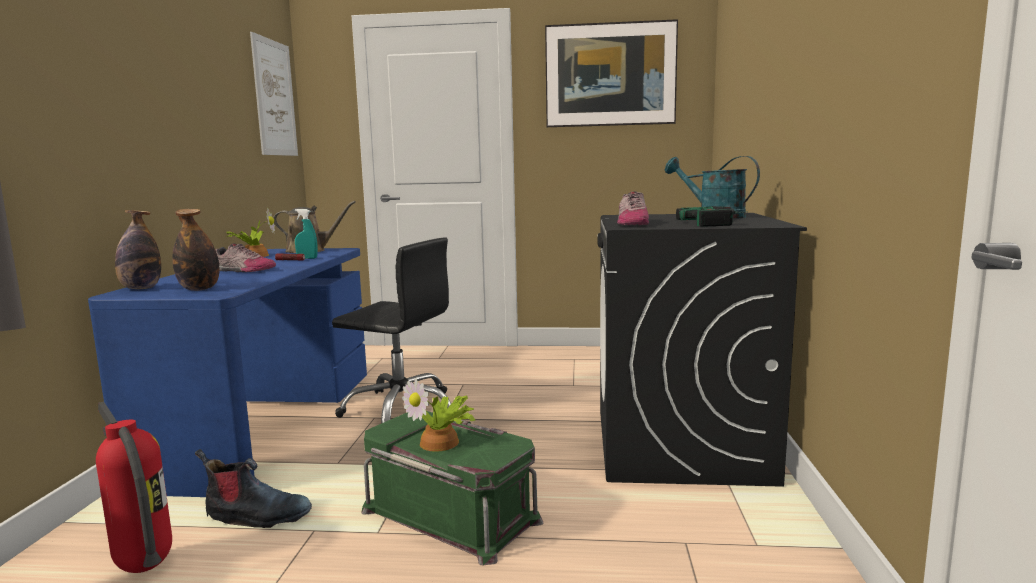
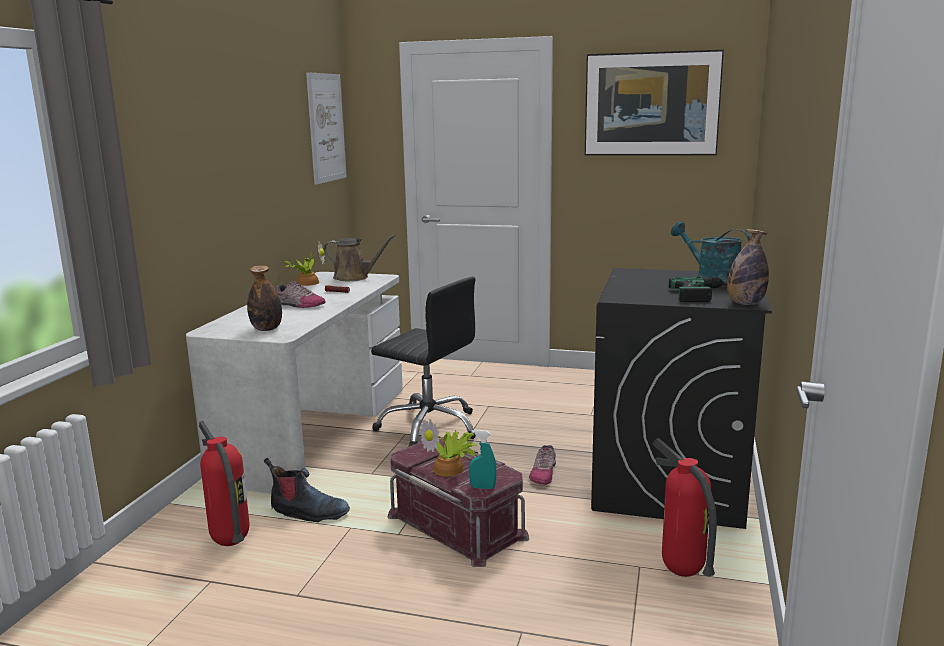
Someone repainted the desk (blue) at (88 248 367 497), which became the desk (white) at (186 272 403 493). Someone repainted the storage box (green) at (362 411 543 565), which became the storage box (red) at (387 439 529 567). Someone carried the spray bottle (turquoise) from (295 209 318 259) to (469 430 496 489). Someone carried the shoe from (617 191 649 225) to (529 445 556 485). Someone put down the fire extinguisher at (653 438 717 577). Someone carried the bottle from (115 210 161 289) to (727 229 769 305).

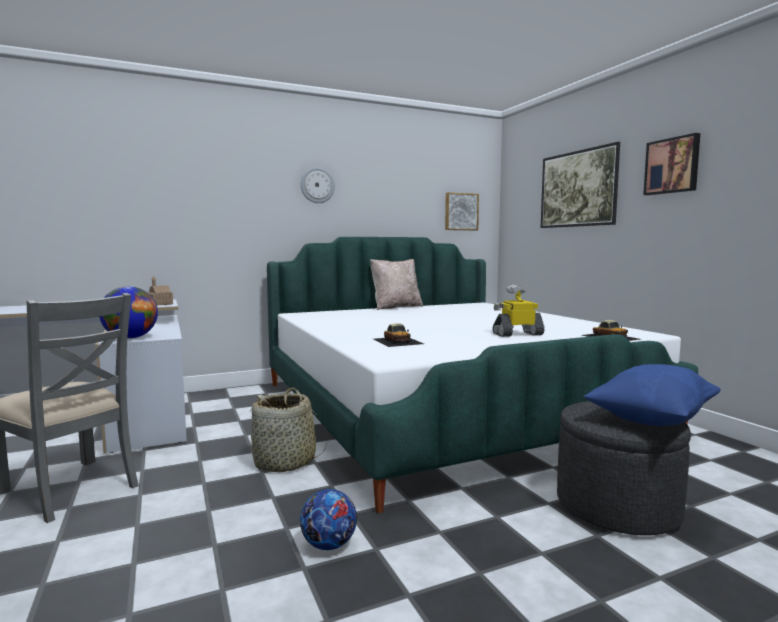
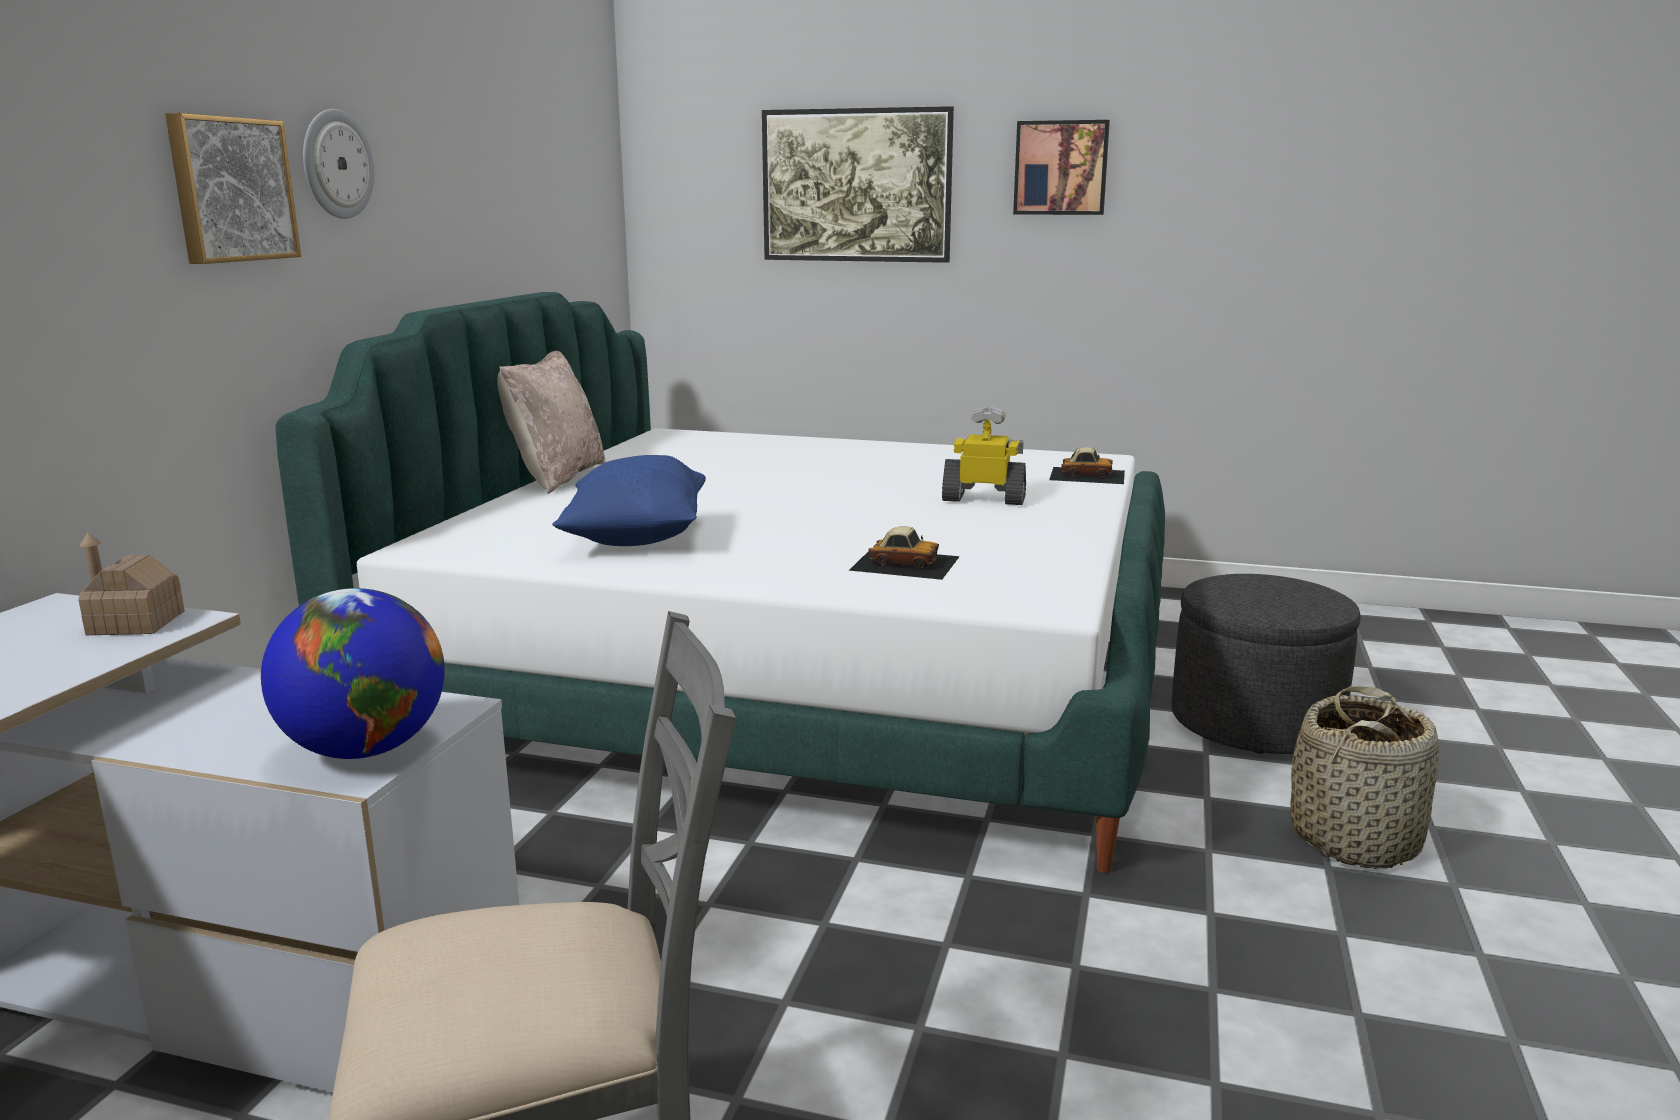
Someone carried the picture from (445 192 479 230) to (165 113 301 264). Someone carried the pillow (blue) from (584 364 721 426) to (552 455 706 546). Someone rotated the toy robot at (492 285 545 337) by 75 degrees clockwise. Someone carried the basket from (248 387 327 472) to (1290 686 1439 869). Someone took away the football at (300 489 357 550).

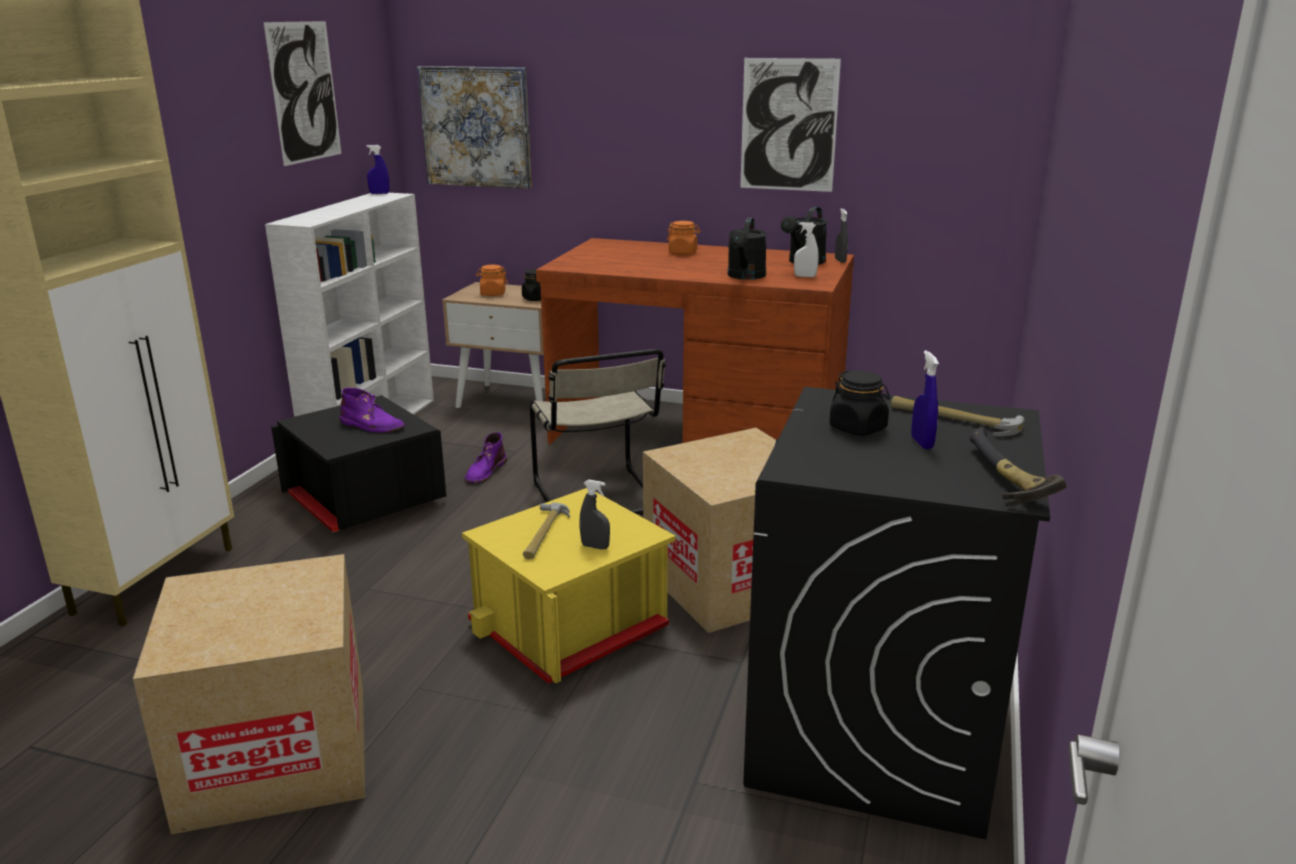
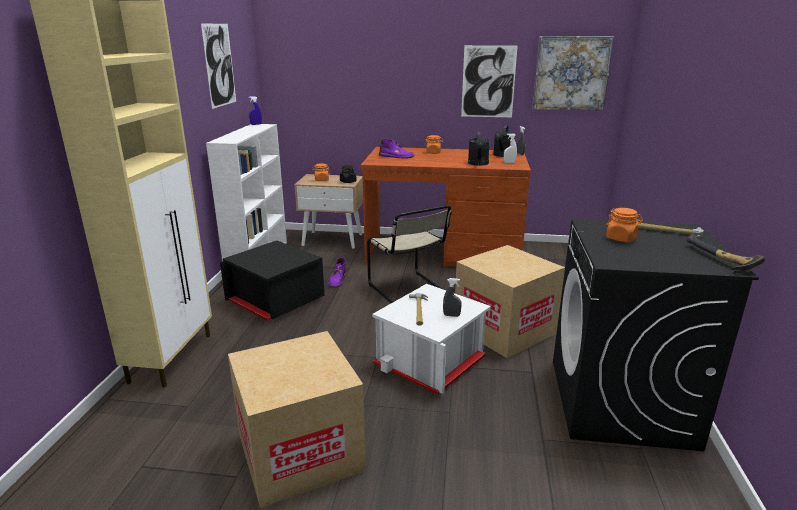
Someone repainted the storage box (yellow) at (462 488 676 684), which became the storage box (white) at (372 284 491 395). Someone carried the boot (purple) from (339 388 405 433) to (379 139 415 158). Someone carried the picture from (417 66 532 189) to (533 36 614 111). Someone repainted the jar (black) at (829 371 890 436), which became the jar (orange) at (606 208 643 243). Someone took away the spray bottle (blue) at (912 351 939 449).

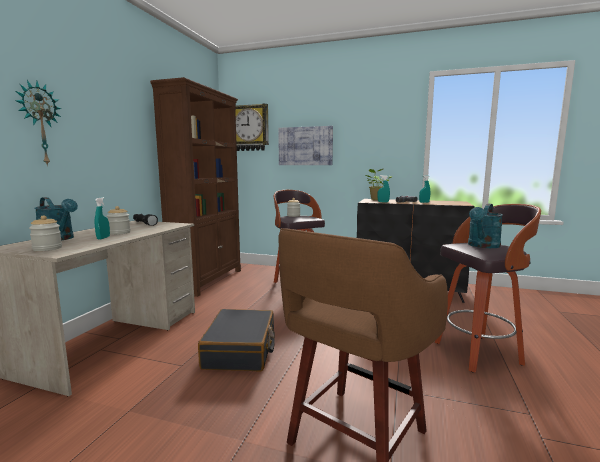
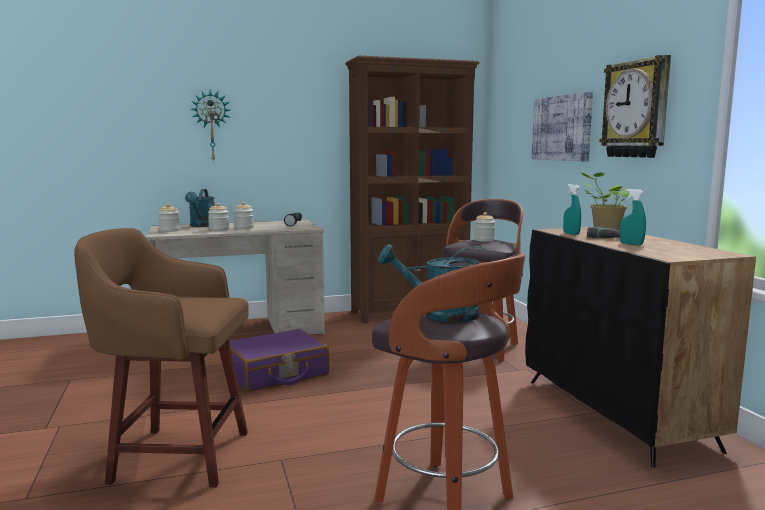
Someone swapped the spray bottle (turquoise) at (95 197 110 239) for the jar at (208 203 229 231). Someone repainted the suitcase (black) at (198 309 275 371), which became the suitcase (purple) at (229 329 329 392). Someone carried the wall clock from (235 103 269 151) to (599 55 671 158).

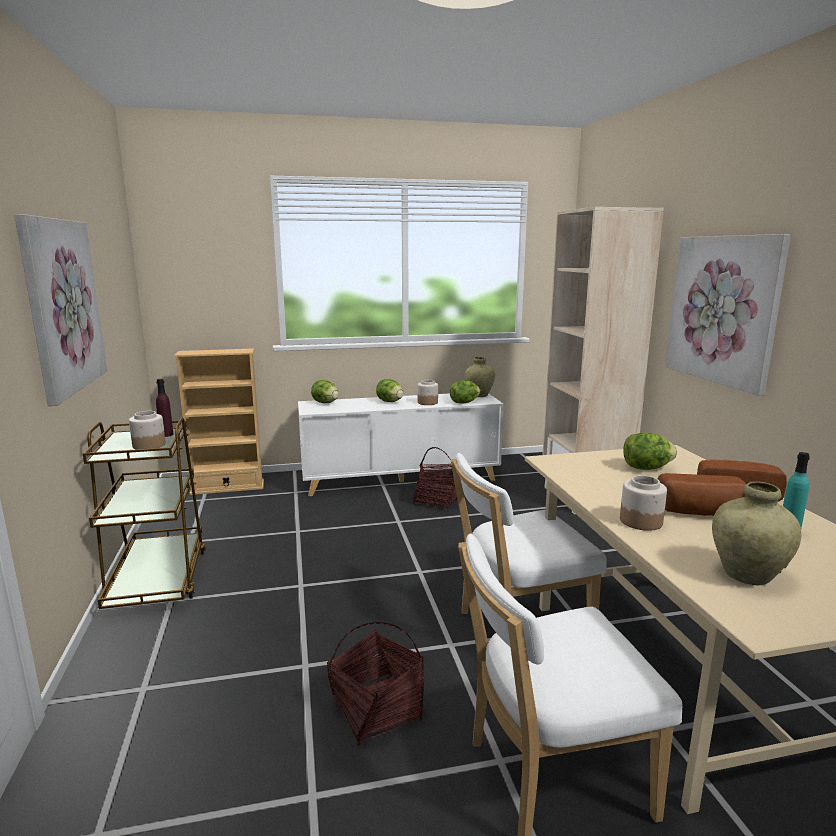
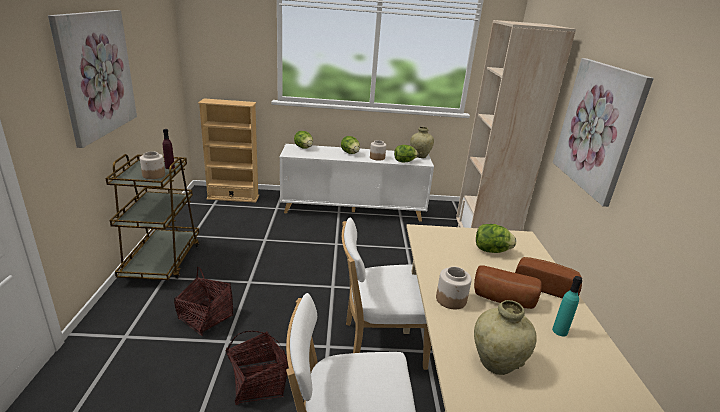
Someone carried the basket from (413 447 457 510) to (174 267 233 336).

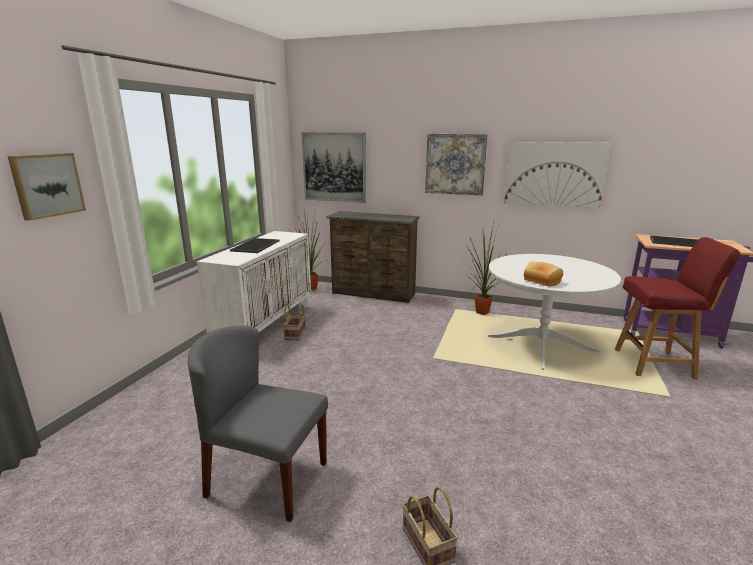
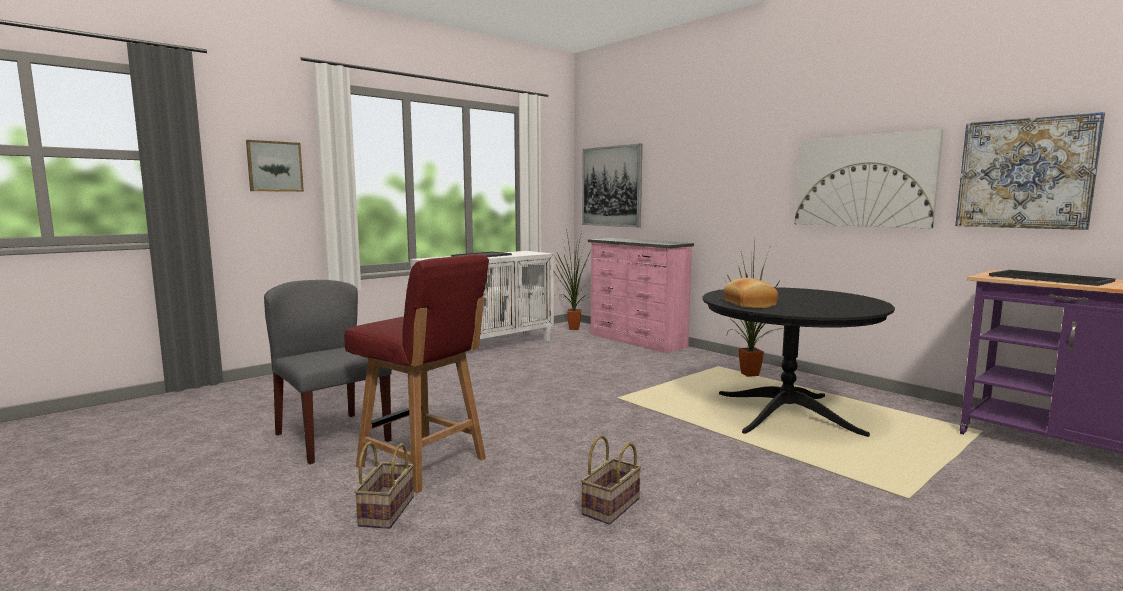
Someone carried the chair (red) from (615 237 740 380) to (344 254 489 493). Someone carried the basket from (283 304 306 340) to (581 435 641 525). Someone repainted the dresser (brown) at (327 211 419 303), which became the dresser (pink) at (588 238 694 353). Someone repainted the dining table (white) at (488 254 621 370), which became the dining table (black) at (702 287 895 437). Someone carried the picture from (425 134 488 195) to (955 111 1105 230).

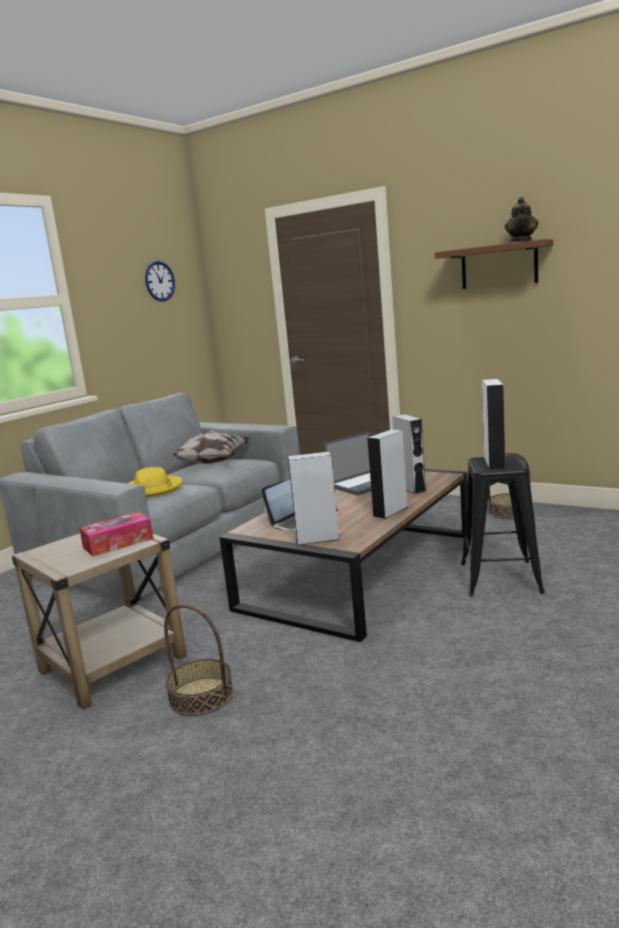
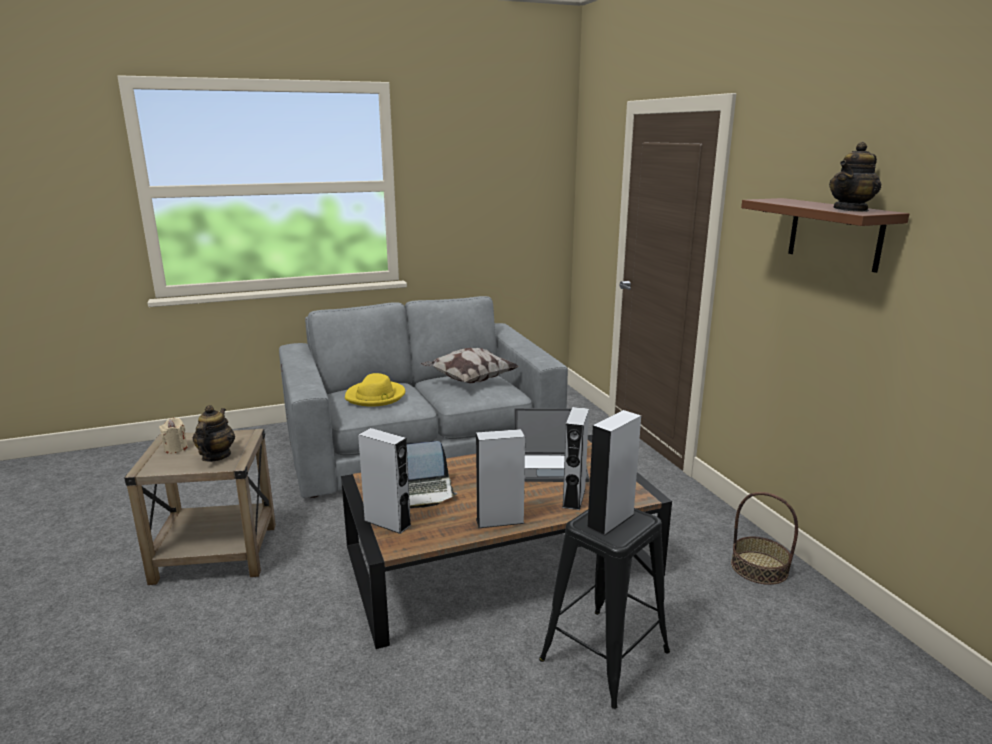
Someone put down the candle (beige) at (159 418 188 453). Someone swapped the tissue box at (79 512 153 557) for the teapot at (193 405 235 462). Someone took away the wall clock at (145 261 175 302). Someone took away the basket at (164 604 233 716).

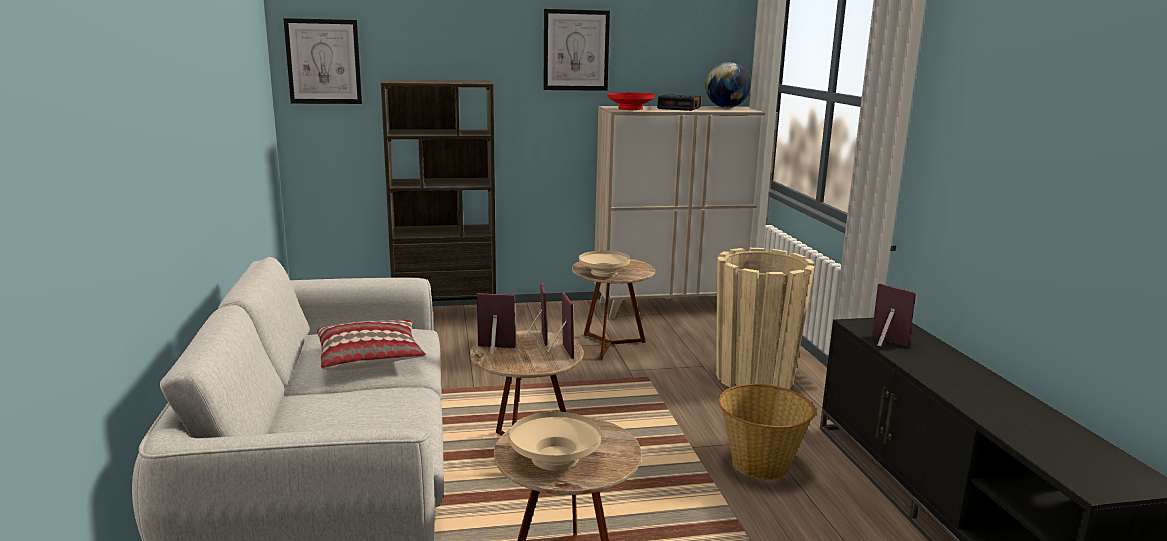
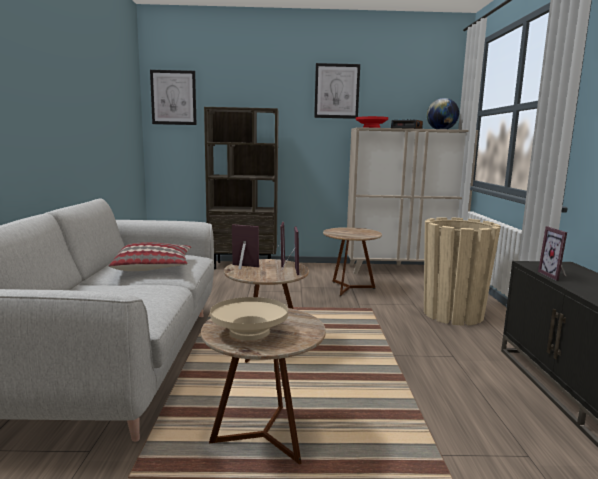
Someone rotated the picture frame at (872 283 916 347) by 150 degrees counterclockwise. Someone took away the bowl (beige) at (579 250 630 277). Someone took away the basket at (718 384 815 480).

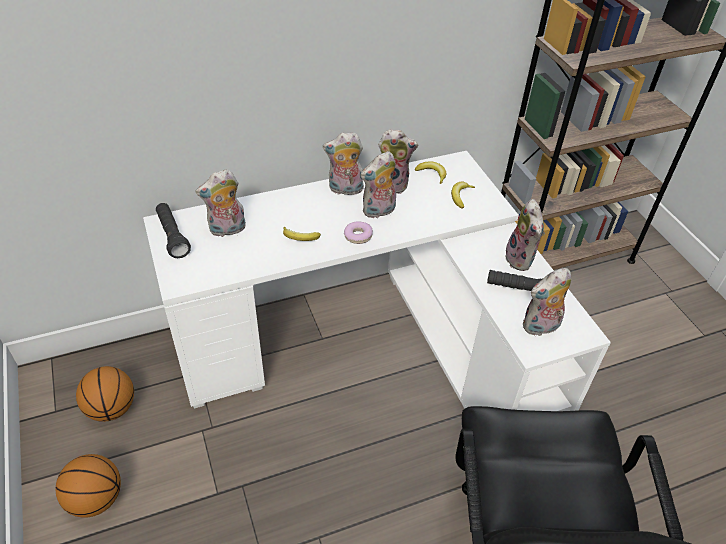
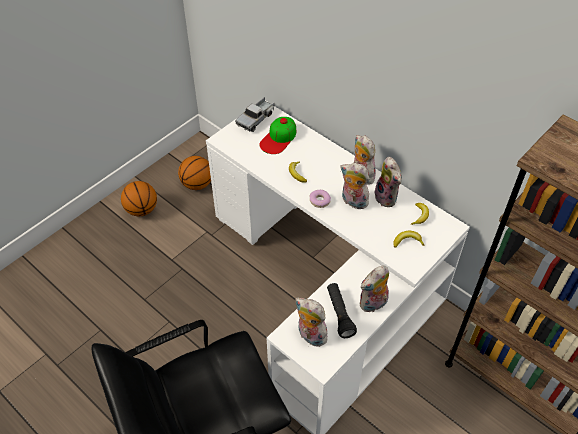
Someone swapped the flashlight (black) at (156 203 191 258) for the toy truck at (235 97 275 132). Someone swapped the plush toy at (196 169 246 237) for the cap at (259 117 296 154).

